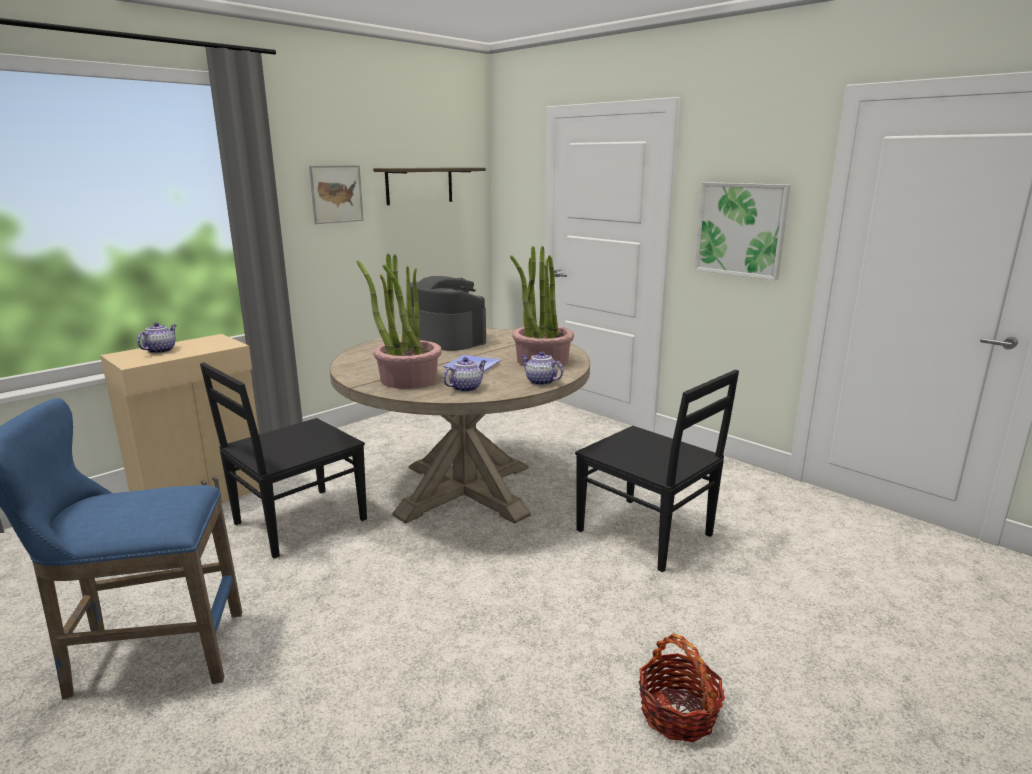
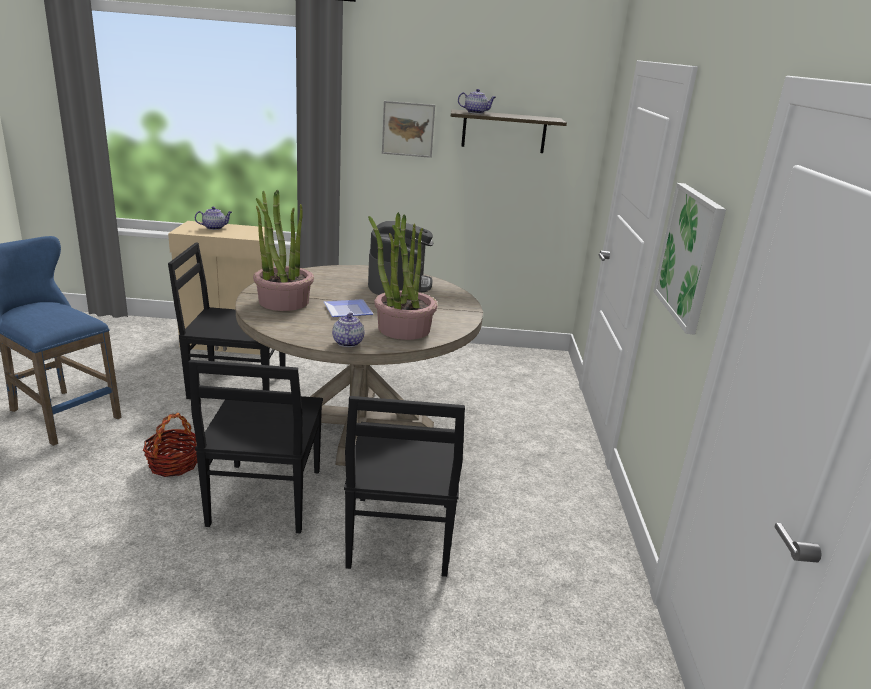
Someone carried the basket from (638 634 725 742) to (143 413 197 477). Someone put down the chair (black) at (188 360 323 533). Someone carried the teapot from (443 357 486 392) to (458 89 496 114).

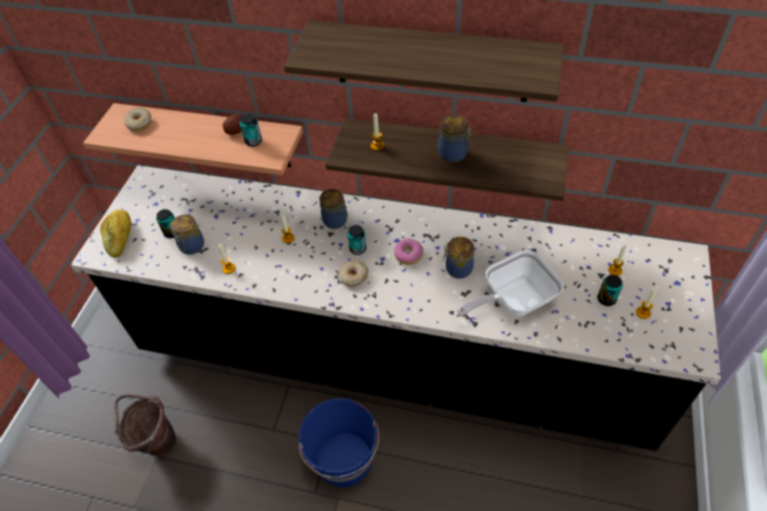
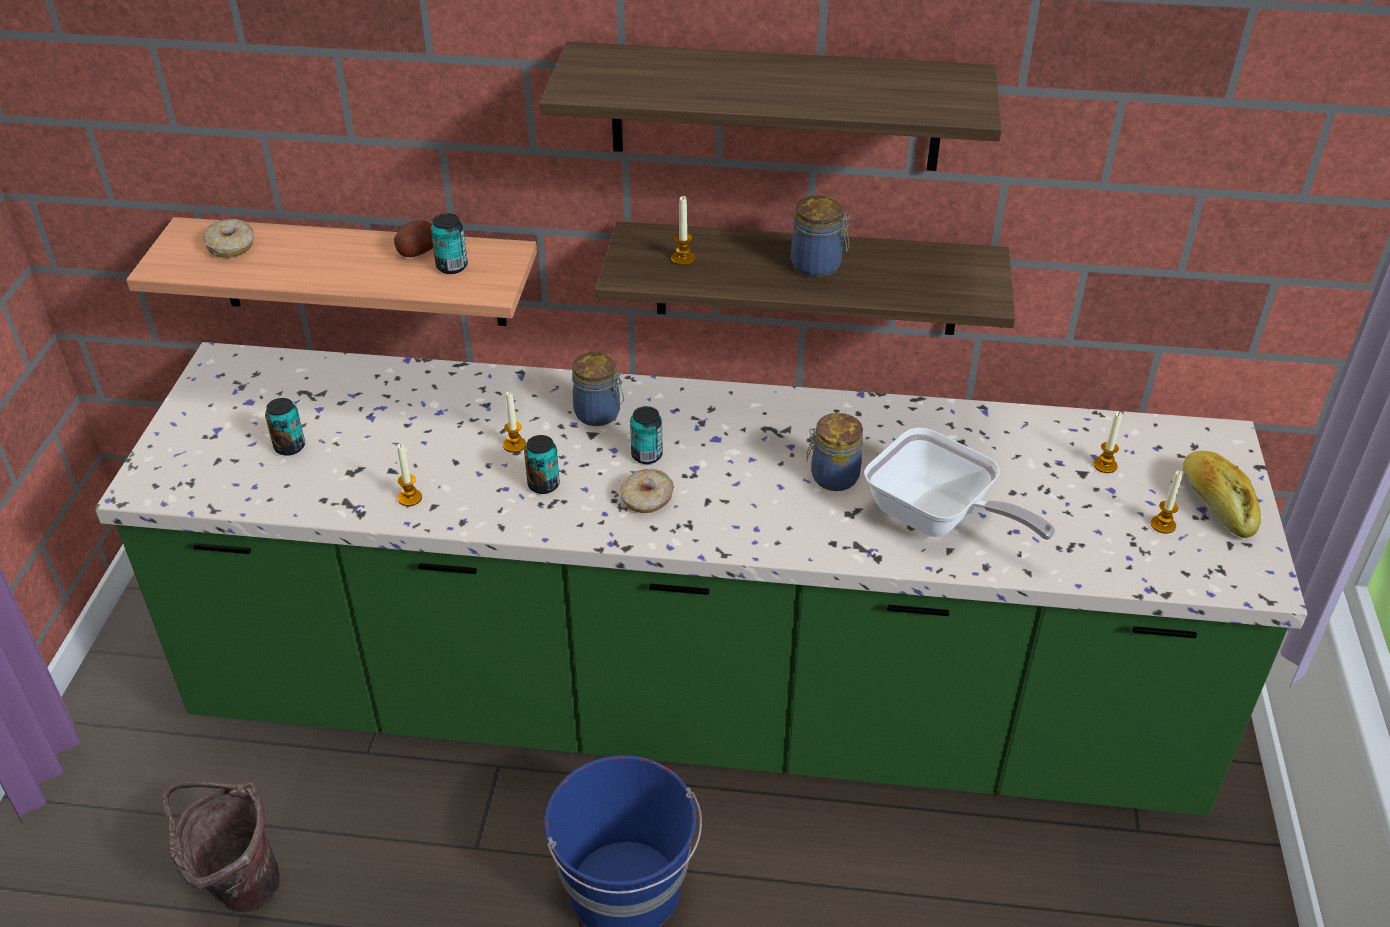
Someone repainted the counter (black) at (71 165 721 451), which became the counter (green) at (95 342 1307 816). Someone carried the can from (597 275 623 306) to (524 435 560 494). Someone rotated the frying pan at (457 250 564 317) by 105 degrees counterclockwise. Someone carried the bread from (100 209 131 258) to (1183 451 1261 538). Someone took away the jar at (170 215 204 255). Someone took away the donut at (394 238 423 265).

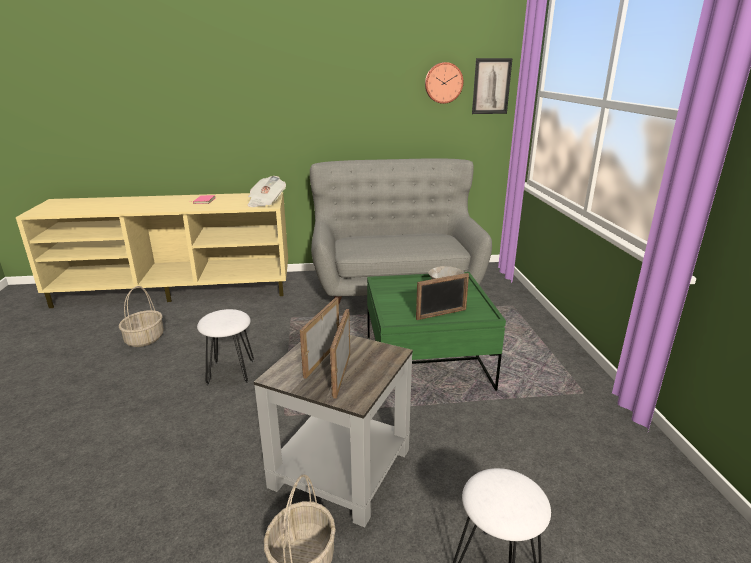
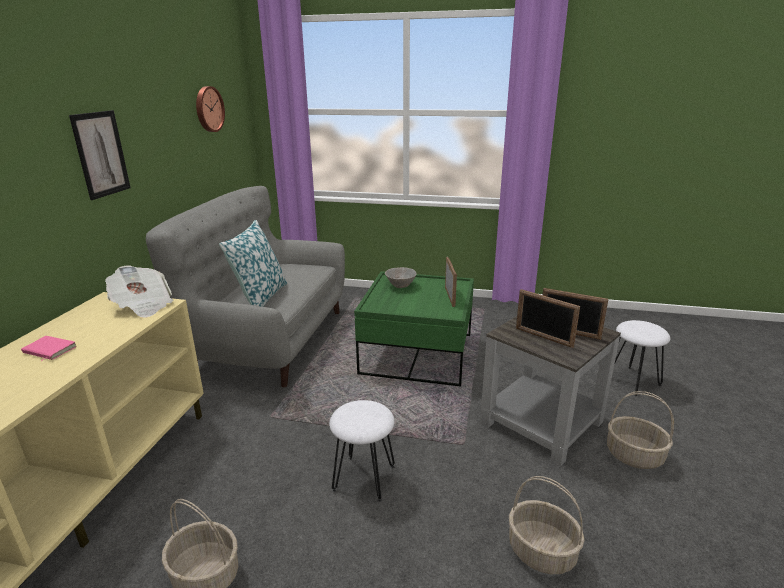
Someone carried the picture from (472 58 513 114) to (69 110 131 200). Someone put down the pillow at (219 220 287 307). Someone put down the basket at (509 476 585 574).

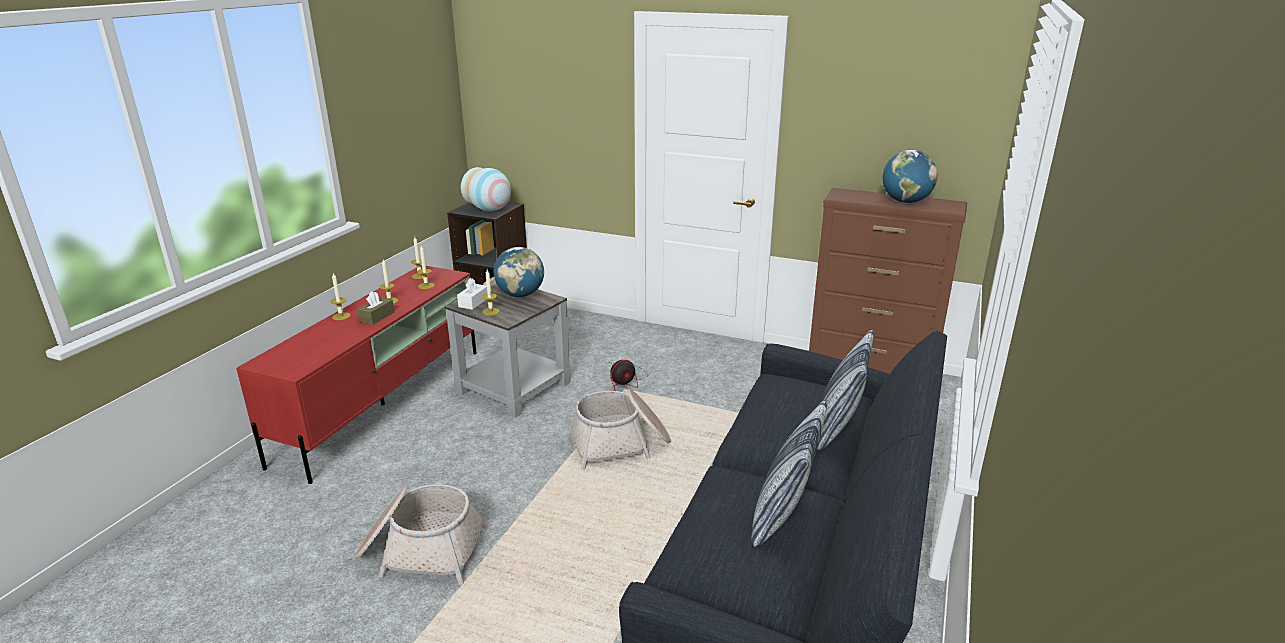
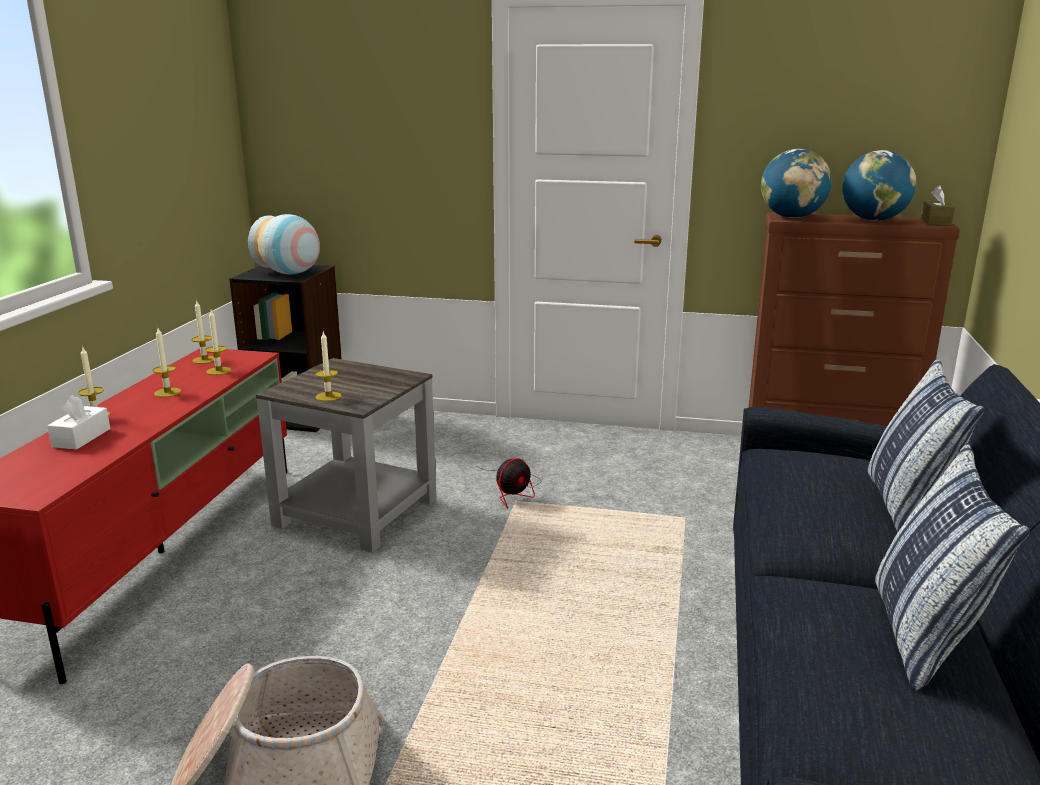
Someone carried the tissue box (white) from (457 278 487 310) to (47 395 110 450). Someone carried the globe from (494 247 544 297) to (761 149 832 218). Someone carried the tissue box (brown) from (357 291 394 325) to (920 185 955 226). Someone took away the basket at (568 389 671 470).

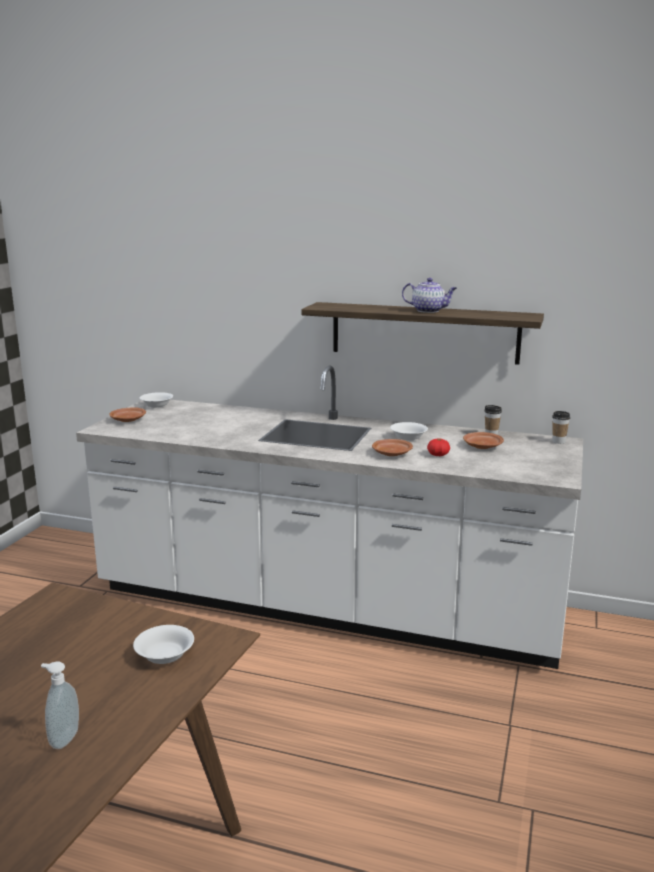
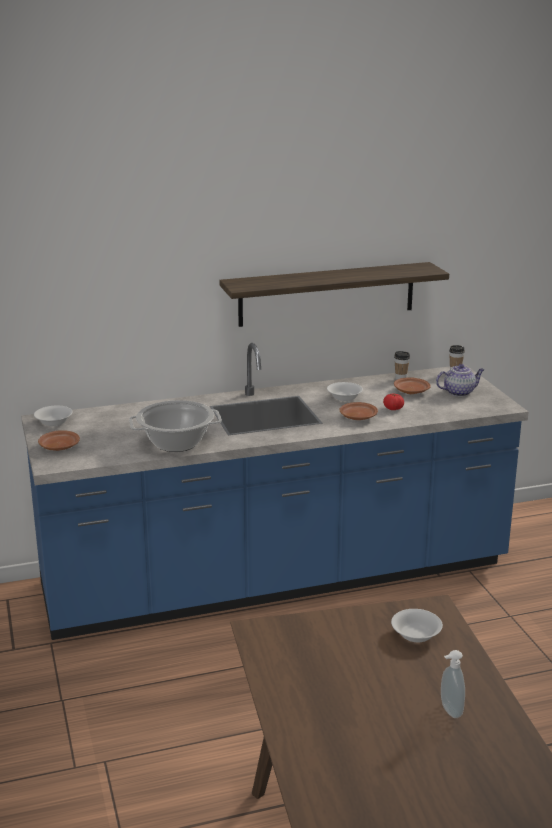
Someone repainted the counter (white) at (76 366 583 669), which became the counter (blue) at (21 343 529 640). Someone put down the cooking pot at (129 400 222 452). Someone carried the teapot from (402 278 457 313) to (436 364 484 397).

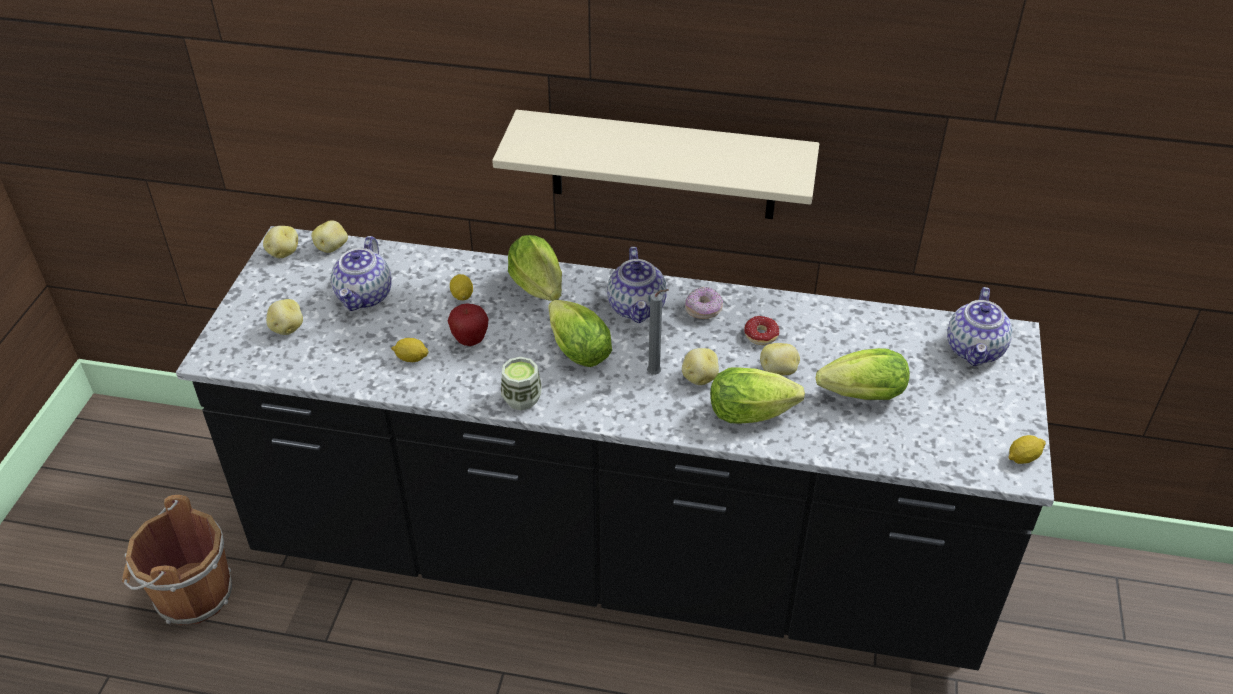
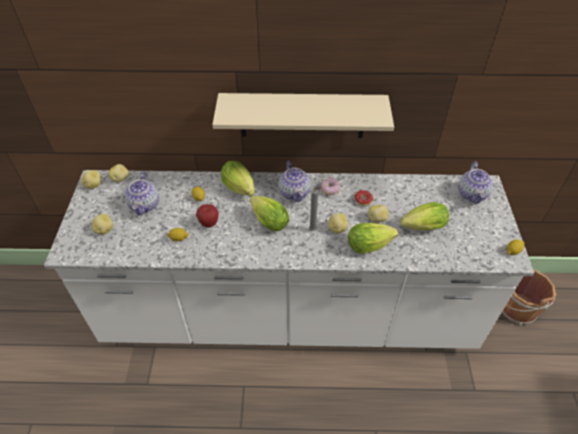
Someone repainted the counter (black) at (176 226 1054 670), which became the counter (white) at (44 170 534 349). Someone carried the bucket (brown) from (122 495 232 625) to (502 270 556 325). Someone took away the cup at (501 357 542 411).

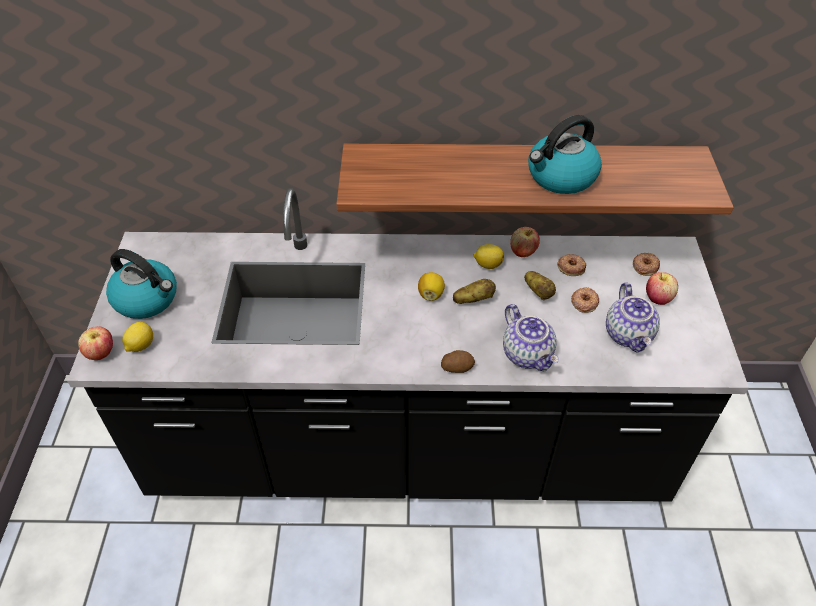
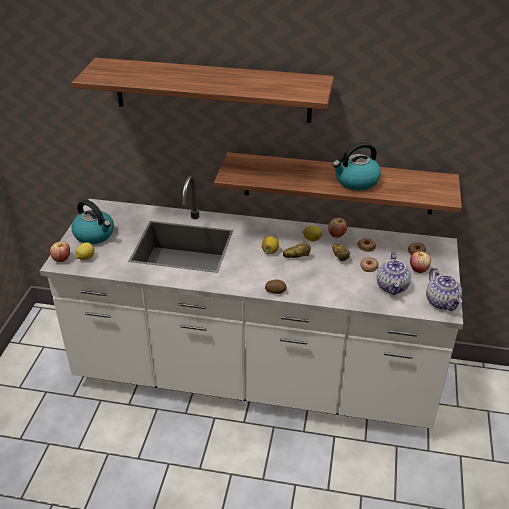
Someone repainted the counter (black) at (67 188 749 502), which became the counter (white) at (40 175 463 429). Someone put up the shelf at (72 58 334 123). Someone carried the teapot from (503 304 559 371) to (426 268 462 311).

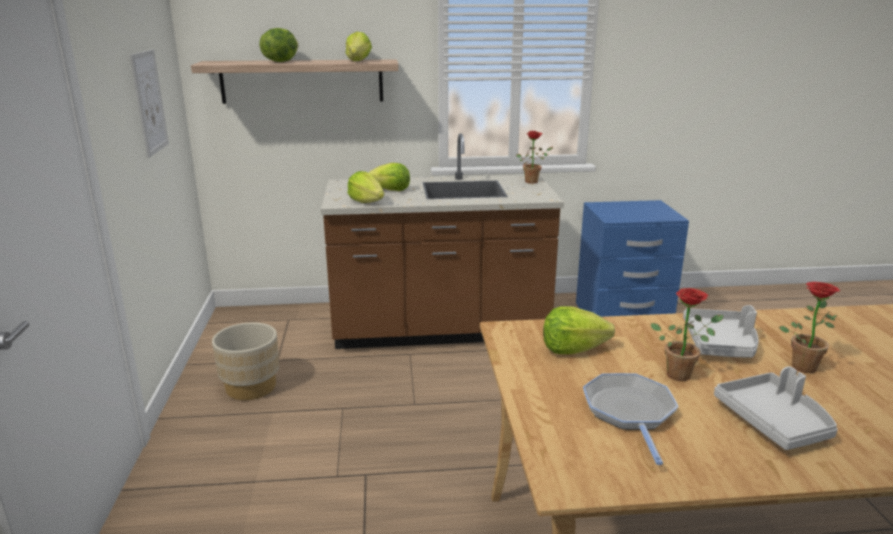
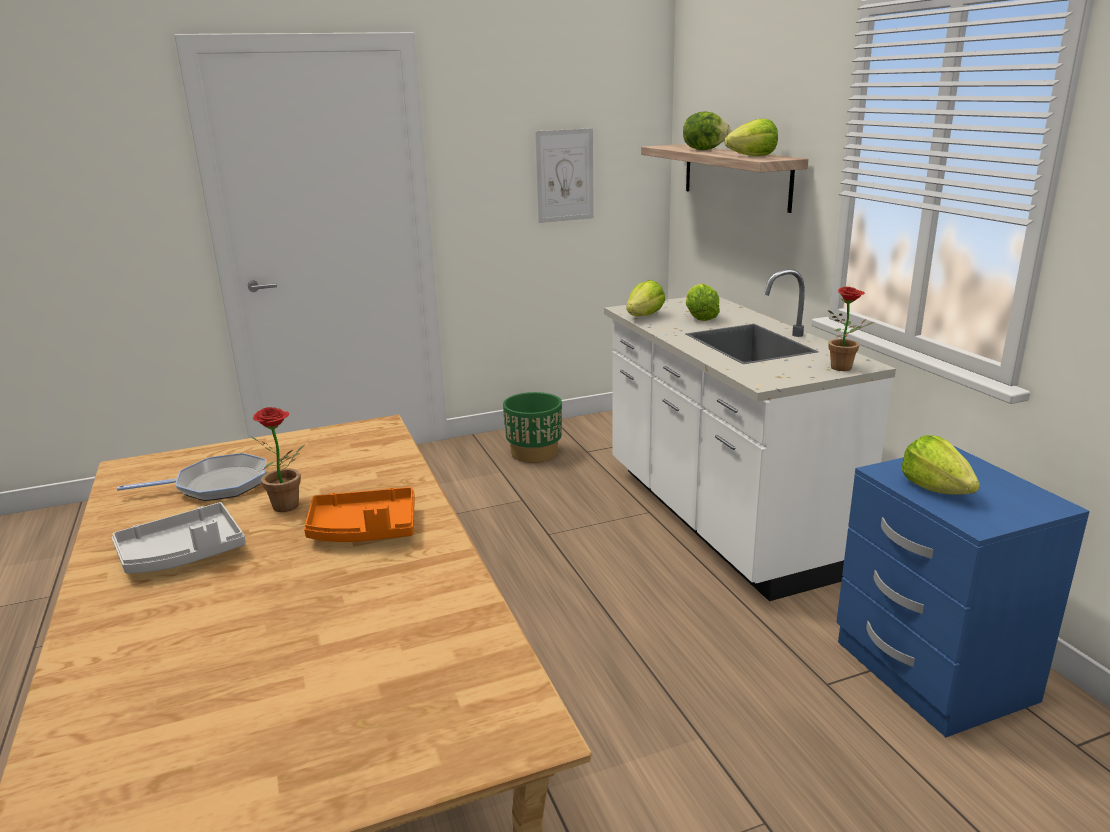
Someone repainted the tray (grey) at (683 305 759 358), which became the tray (orange) at (304 487 415 542). Someone repainted the planter (beige) at (212 322 279 400), which became the planter (green) at (503 392 562 463). Someone repainted the counter (brown) at (321 133 564 349), which became the counter (white) at (604 269 896 601). Someone carried the lettuce from (543 306 615 354) to (902 435 980 495). Someone took away the potted plant at (779 282 840 373).

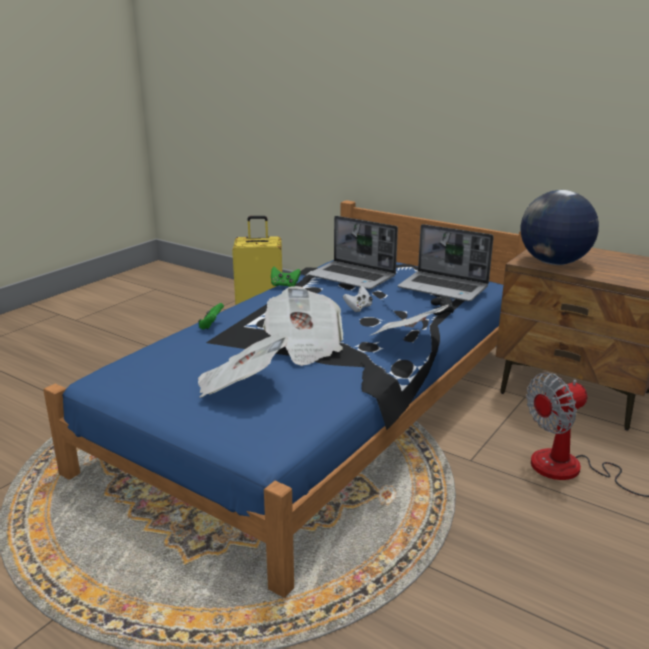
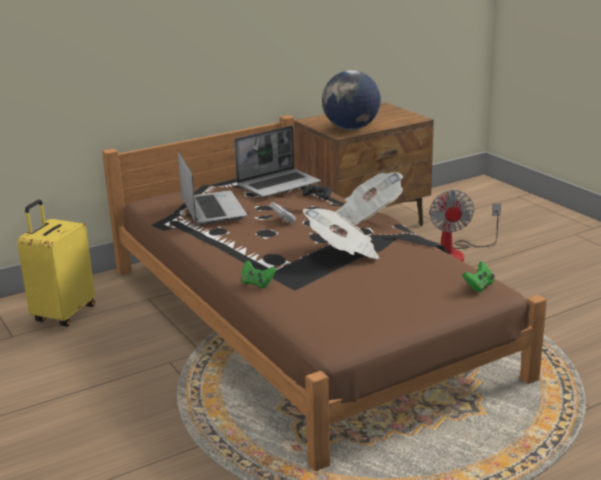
Someone repainted the bed (blue) at (43 200 526 598), which became the bed (brown) at (102 115 547 471). Someone rotated the laptop at (308 216 398 289) by 75 degrees counterclockwise. Someone carried the game controller (green) from (271 267 301 287) to (463 261 495 292). Someone took away the newspaper at (198 333 288 398).

